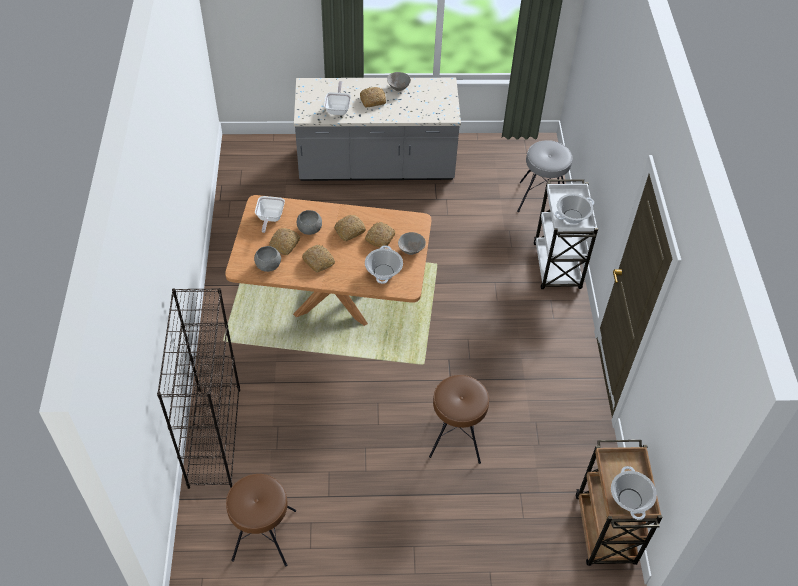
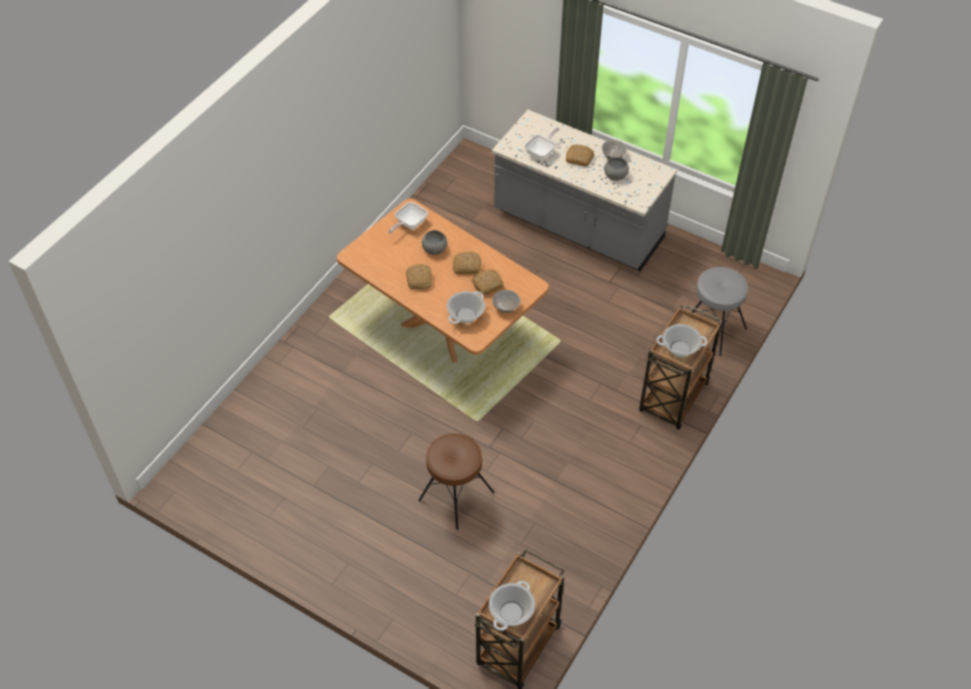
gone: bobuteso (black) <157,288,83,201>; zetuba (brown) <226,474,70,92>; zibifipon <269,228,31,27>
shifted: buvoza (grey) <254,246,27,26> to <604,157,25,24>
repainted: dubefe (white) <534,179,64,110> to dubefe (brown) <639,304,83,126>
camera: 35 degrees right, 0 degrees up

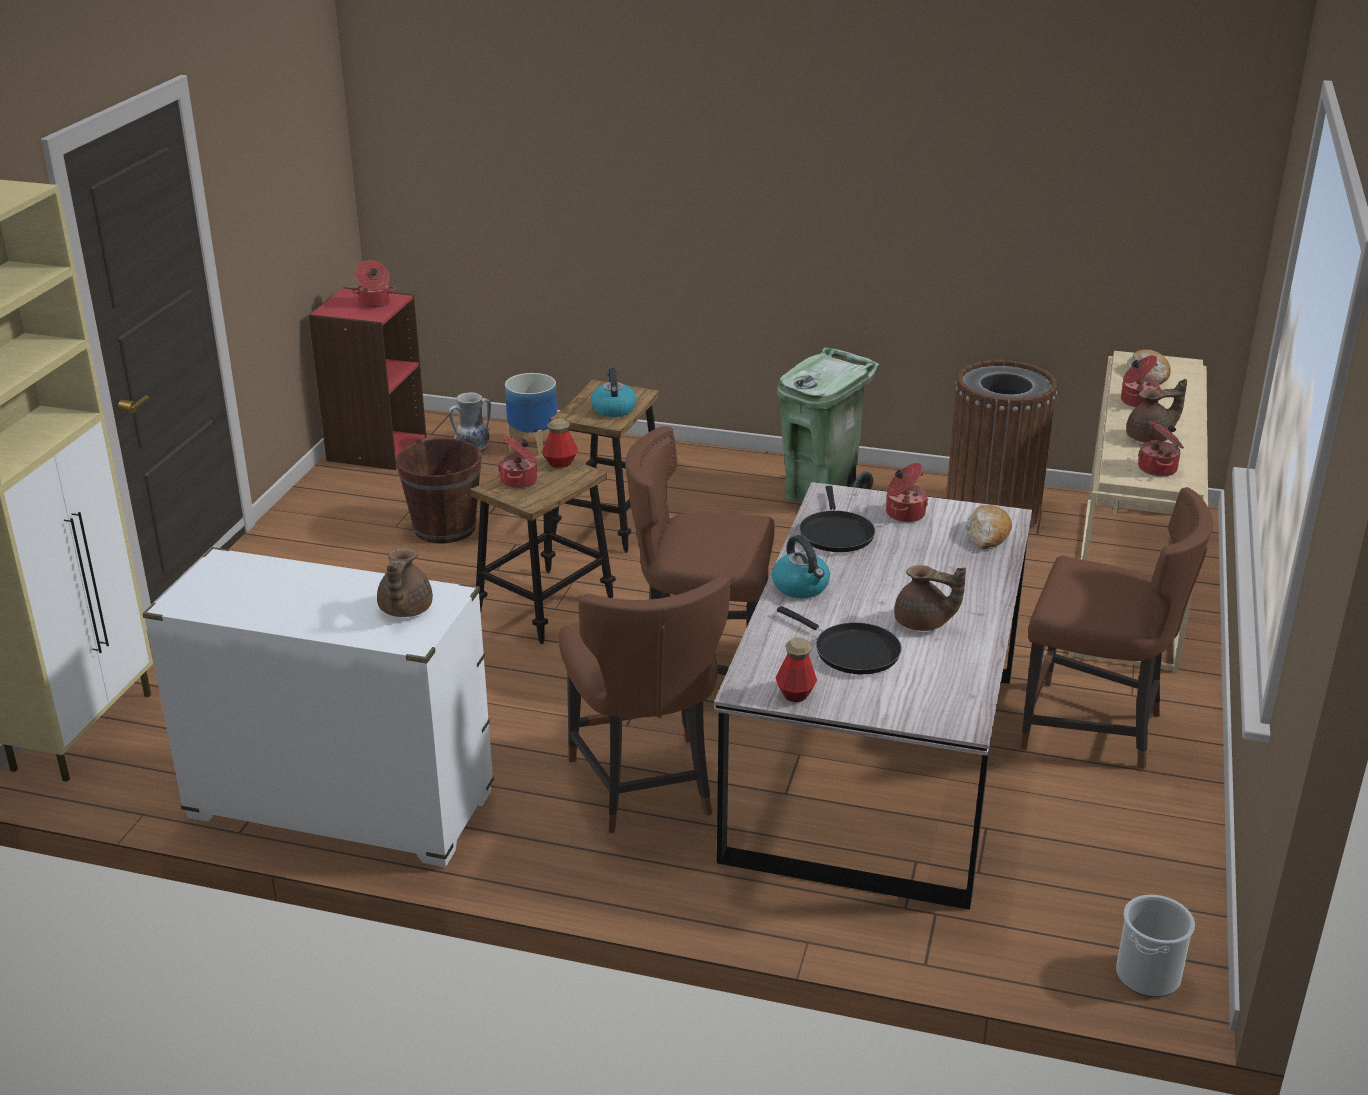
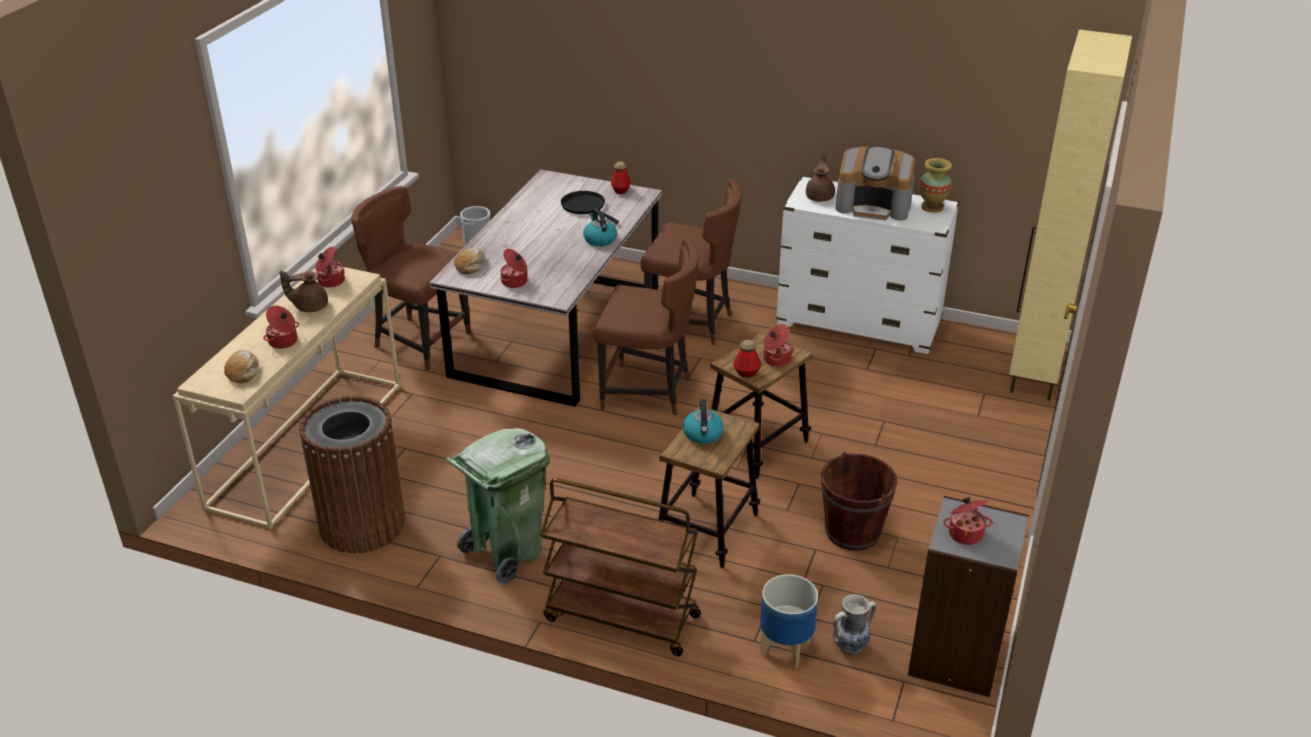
gone: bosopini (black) <799,486,76,66>; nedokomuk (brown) <894,565,72,66>
new: dubefe (brown) <540,478,161,178>; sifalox <836,146,79,75>; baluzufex <919,158,33,55>
repainted: bobuteso (red) <308,287,118,183> to bobuteso (grey) <908,496,121,201>
rotated: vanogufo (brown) <558,573,173,260> = <641,179,101,166> 120 degrees clockwise
camera: 175 degrees left, 5 degrees up

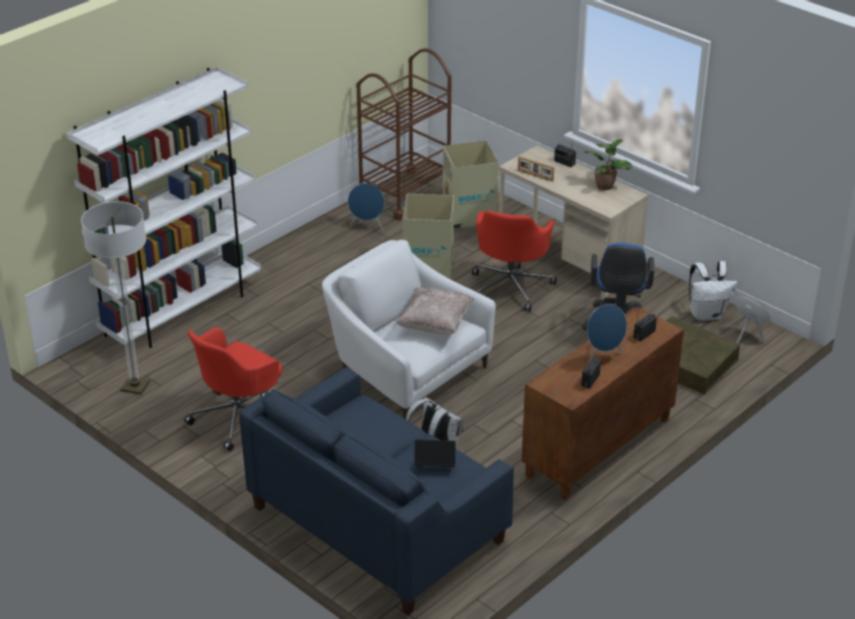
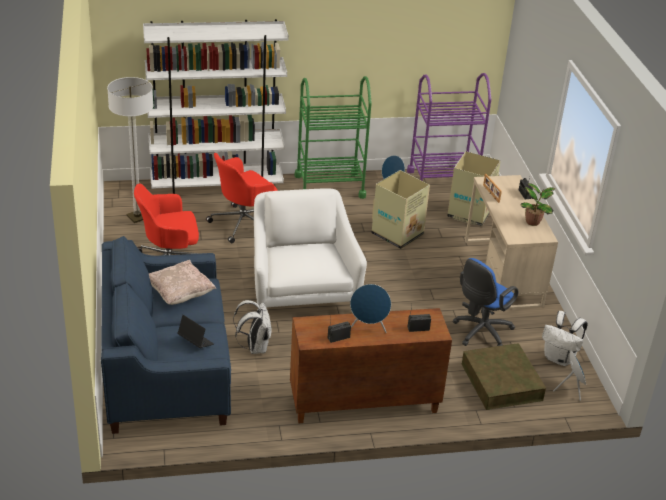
new: dubefe (green) <294,76,78,123>
shifted: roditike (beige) <397,287,78,48> to <149,260,67,45>; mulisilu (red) <472,211,85,101> to <206,153,72,91>
repainted: dubefe (brown) <357,48,95,172> to dubefe (purple) <407,73,84,108>
camera: 35 degrees right, 0 degrees up

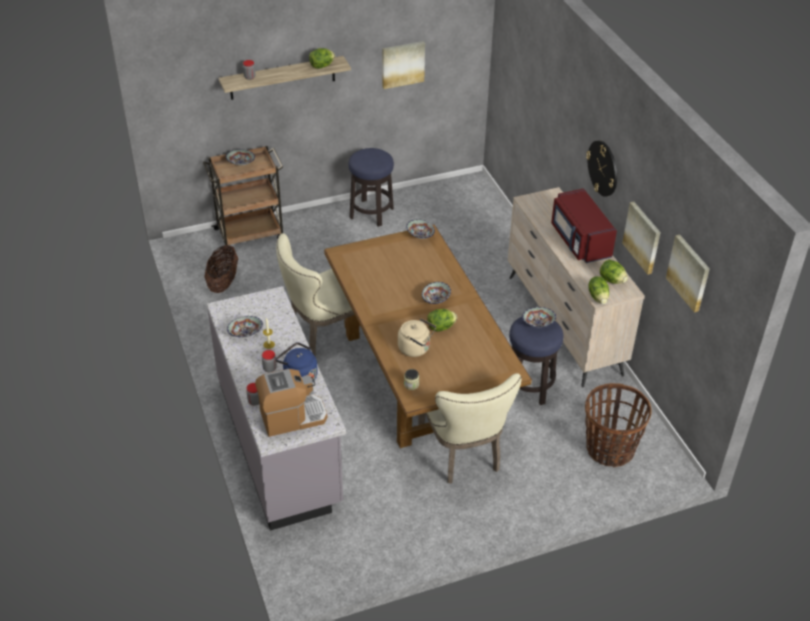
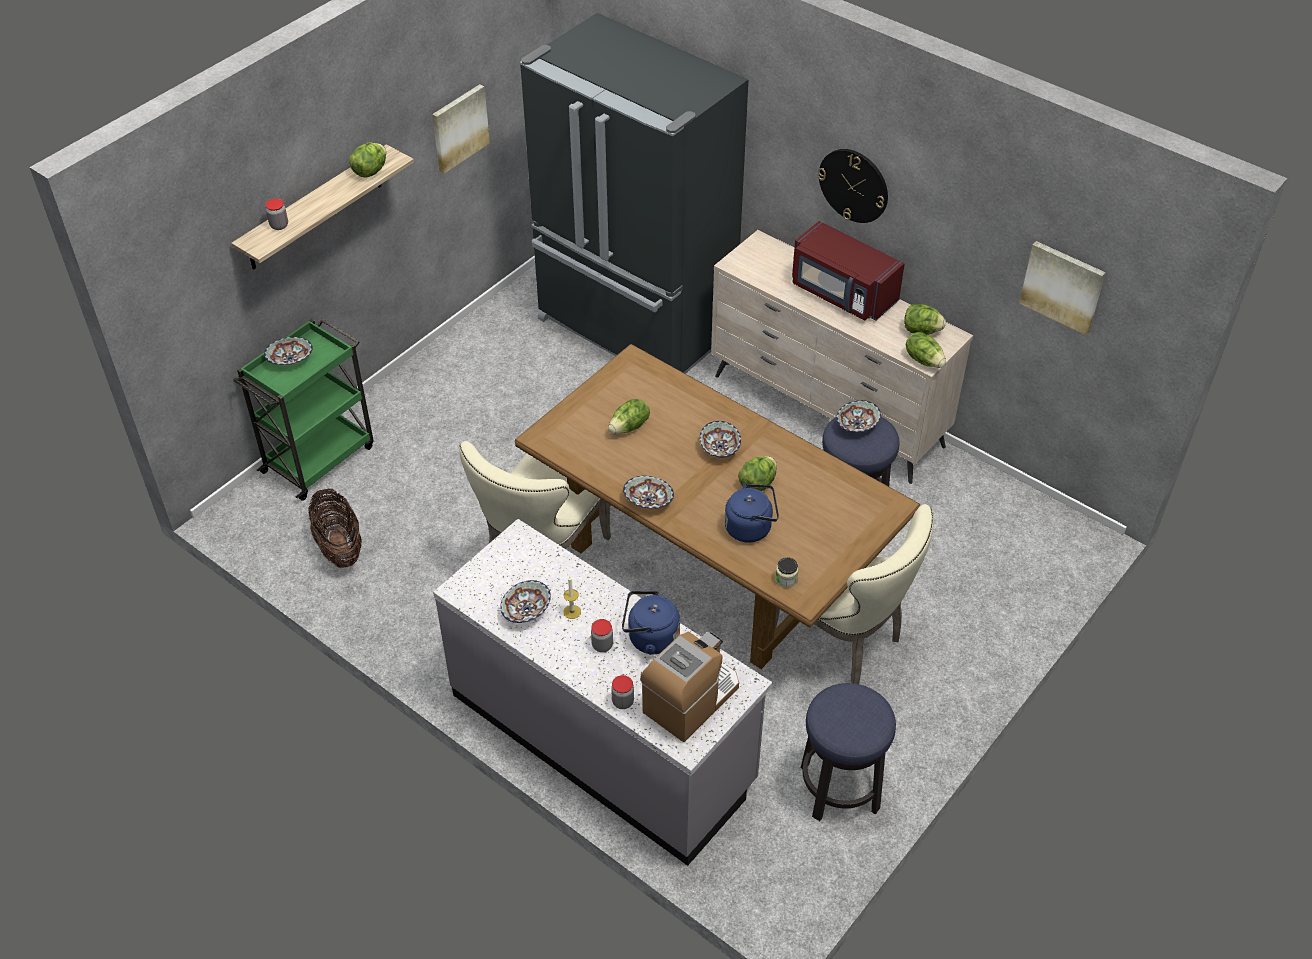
gone: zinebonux <585,383,67,84>; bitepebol <622,202,39,73>
new: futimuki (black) <520,13,229,361>; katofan <608,399,42,35>
shifted: buvoza <406,219,29,20> to <623,476,51,33>; zetuba <349,148,45,79> to <801,683,95,138>
repainted: dubefe (brown) <203,146,80,104> to dubefe (green) <233,318,140,183>; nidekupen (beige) <398,318,38,39> to nidekupen (blue) <724,483,55,59>
camera: 30 degrees left, 5 degrees up

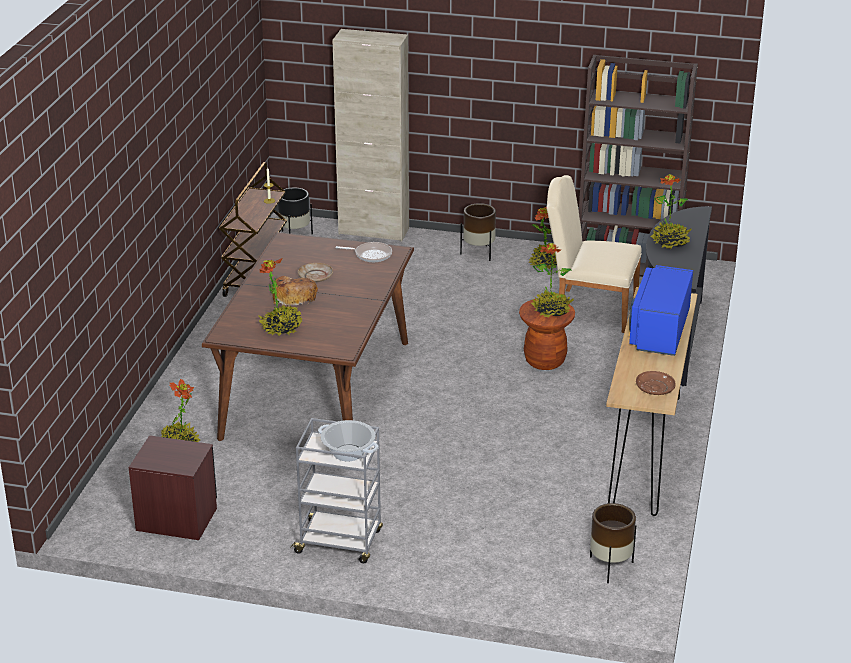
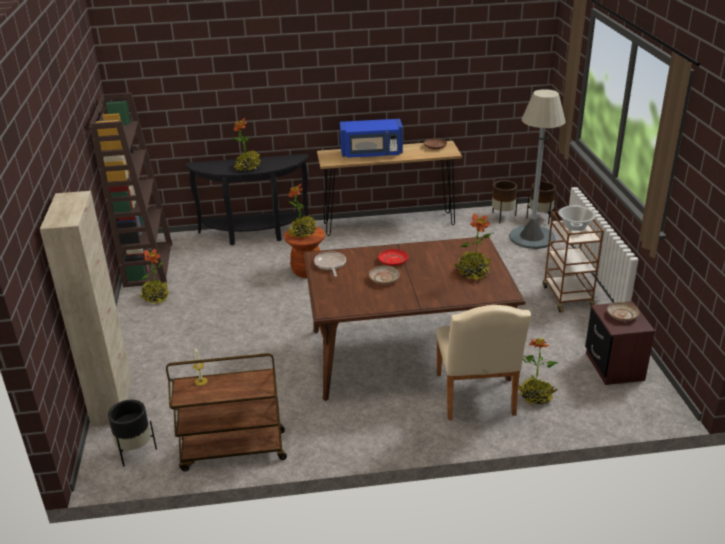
gone: zibifipon <272,276,46,31>
new: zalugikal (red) <378,249,30,17>; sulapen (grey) <509,89,57,160>; zalugikal (beige) <607,302,32,19>
shifted: vanogufo (beige) <546,175,96,158> to <436,305,95,115>; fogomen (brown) <460,203,36,58> to <527,181,29,43>
repainted: dubefe (grey) <290,418,93,145> to dubefe (brown) <543,211,61,101>
camera: 110 degrees left, 0 degrees up

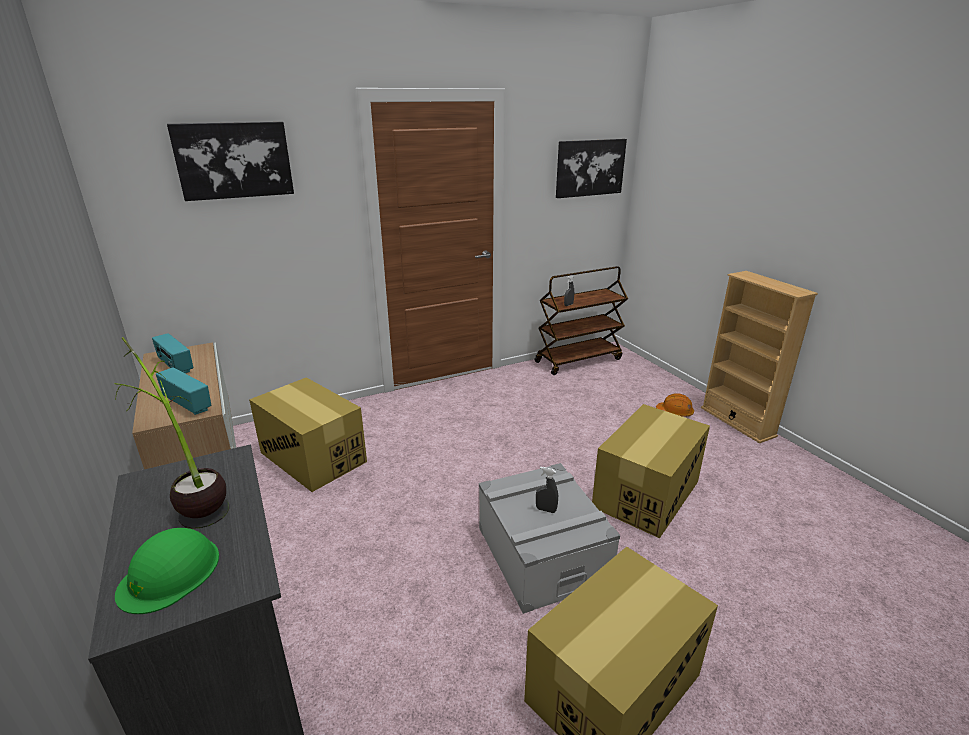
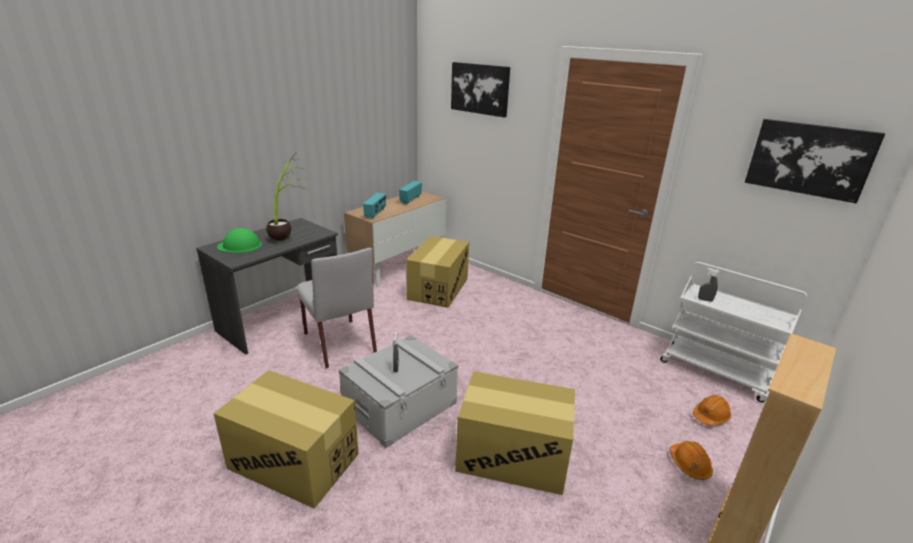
new: vanogufo (grey) <296,248,81,120>; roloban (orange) <693,395,38,31>
repainted: dubefe (brown) <534,266,94,109> to dubefe (white) <660,262,147,140>
camera: 65 degrees right, 0 degrees up

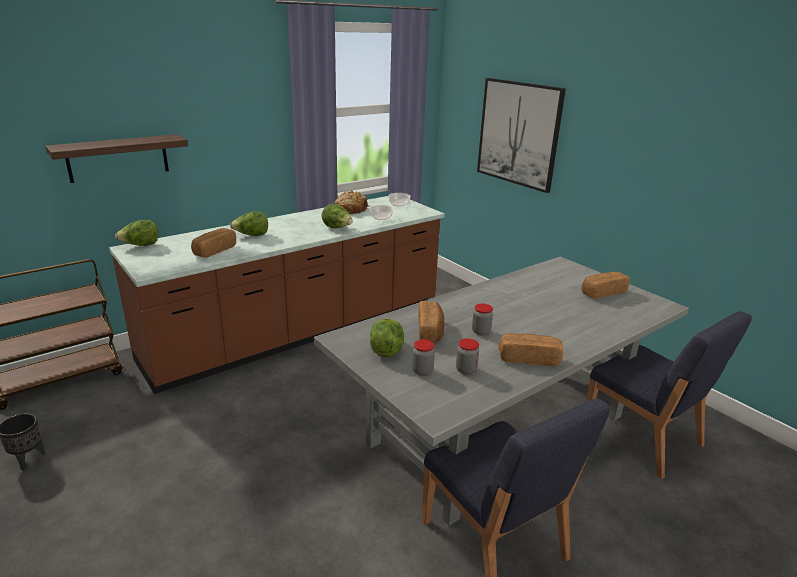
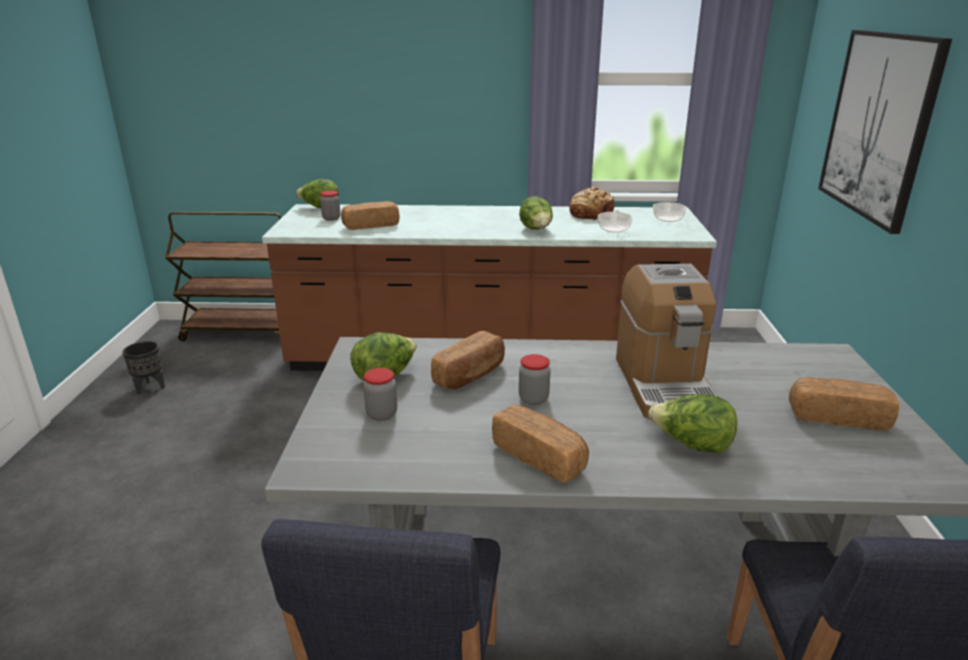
gone: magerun <45,134,143,49>
new: sifalox <616,264,102,155>
shifted: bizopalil <456,339,23,36> to <320,191,21,30>; katofan <230,211,38,25> to <648,395,89,59>
camera: 40 degrees right, 0 degrees up

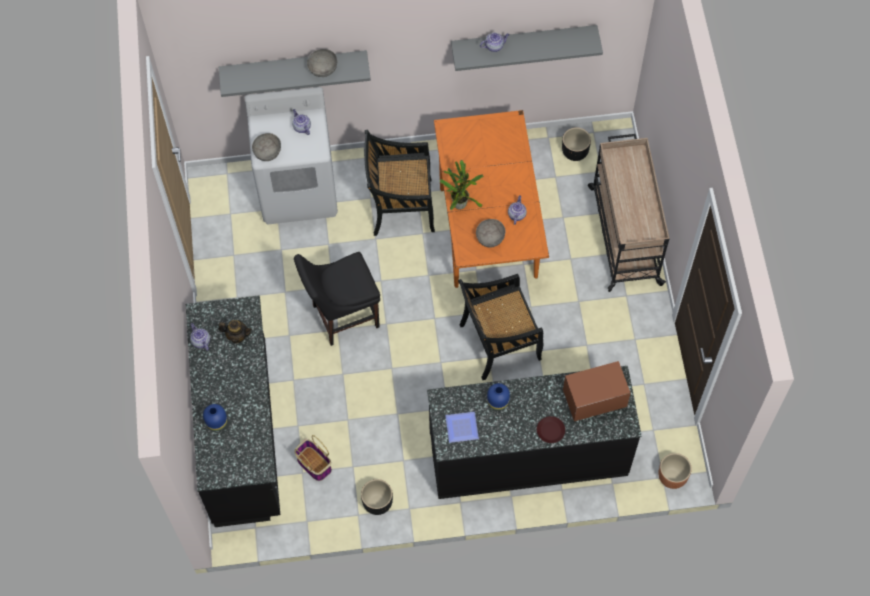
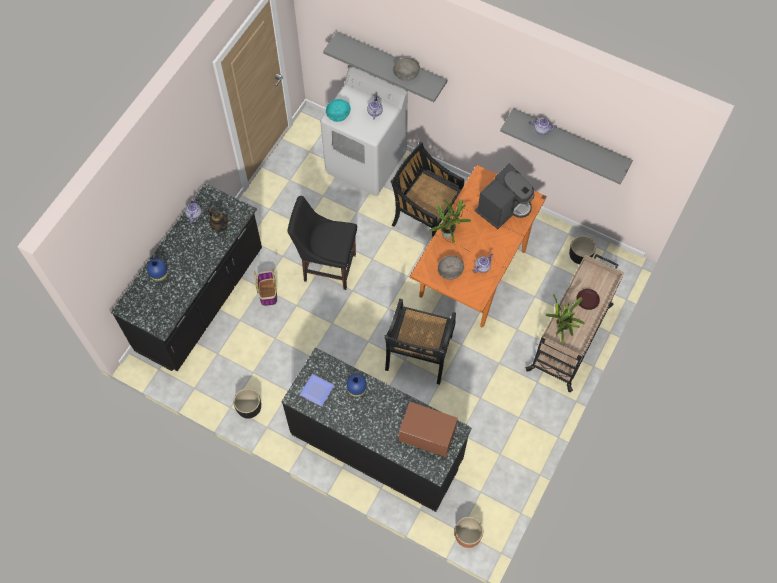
new: sifalox <475,163,60,66>; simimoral <545,294,40,51>
shifted: zinebonux <294,435,38,46> to <254,269,23,37>; zalugikal (brown) <537,416,28,27> to <576,289,24,21>
repainted: buvoza (grey) <252,133,29,28> to buvoza (turquoise) <326,99,25,23>
rotated: vanogufo (black) <458,274,85,106> = <384,299,72,86> 90 degrees counterclockwise
camera: 35 degrees right, 0 degrees up

